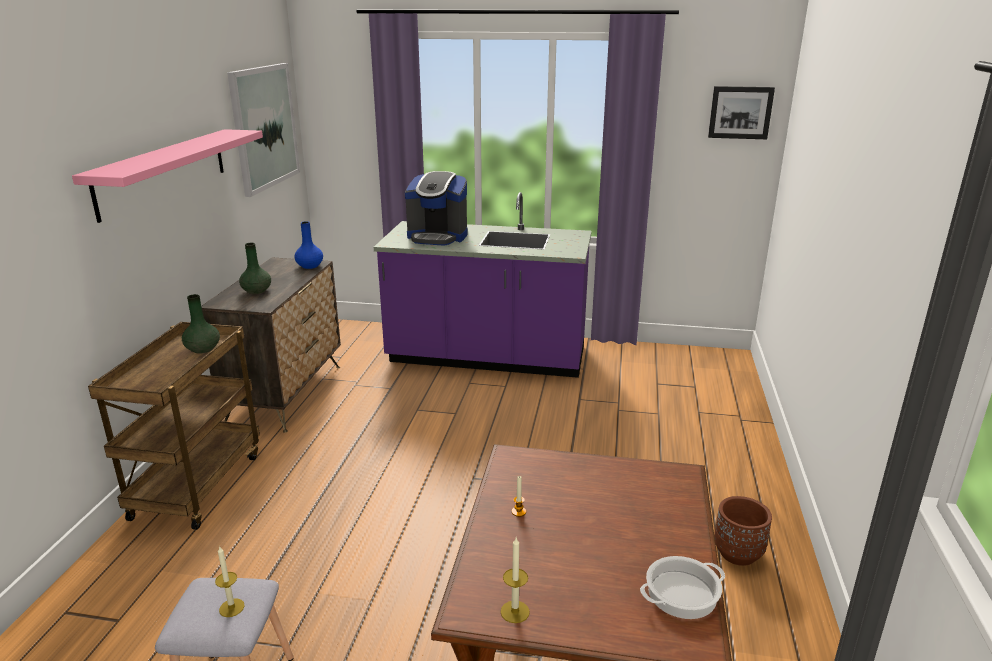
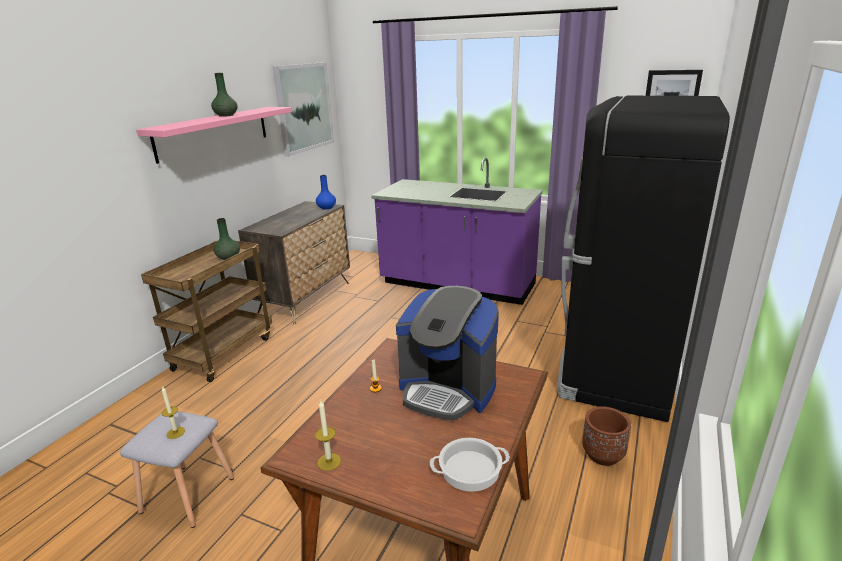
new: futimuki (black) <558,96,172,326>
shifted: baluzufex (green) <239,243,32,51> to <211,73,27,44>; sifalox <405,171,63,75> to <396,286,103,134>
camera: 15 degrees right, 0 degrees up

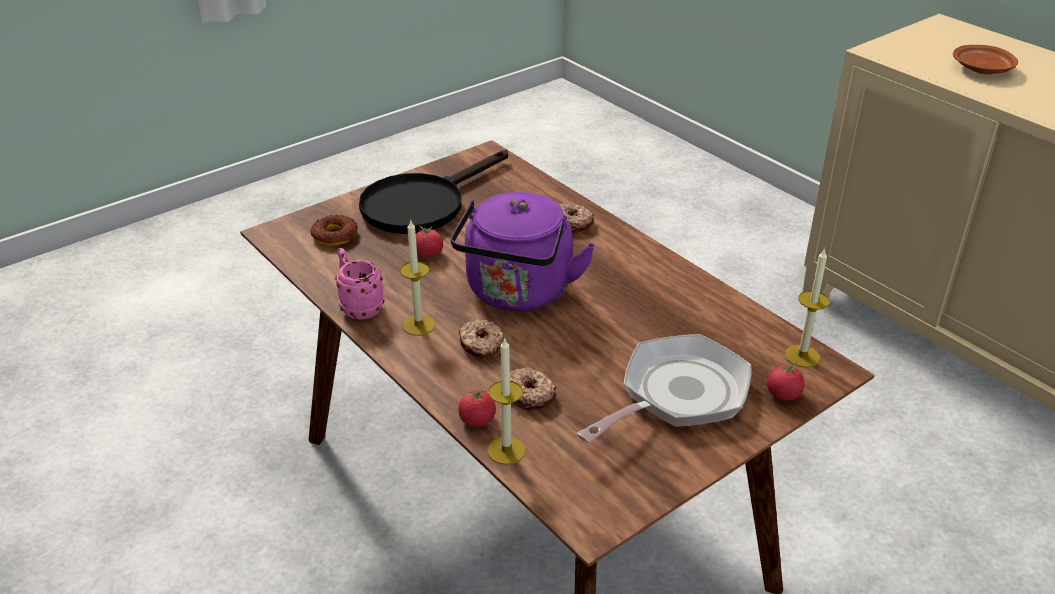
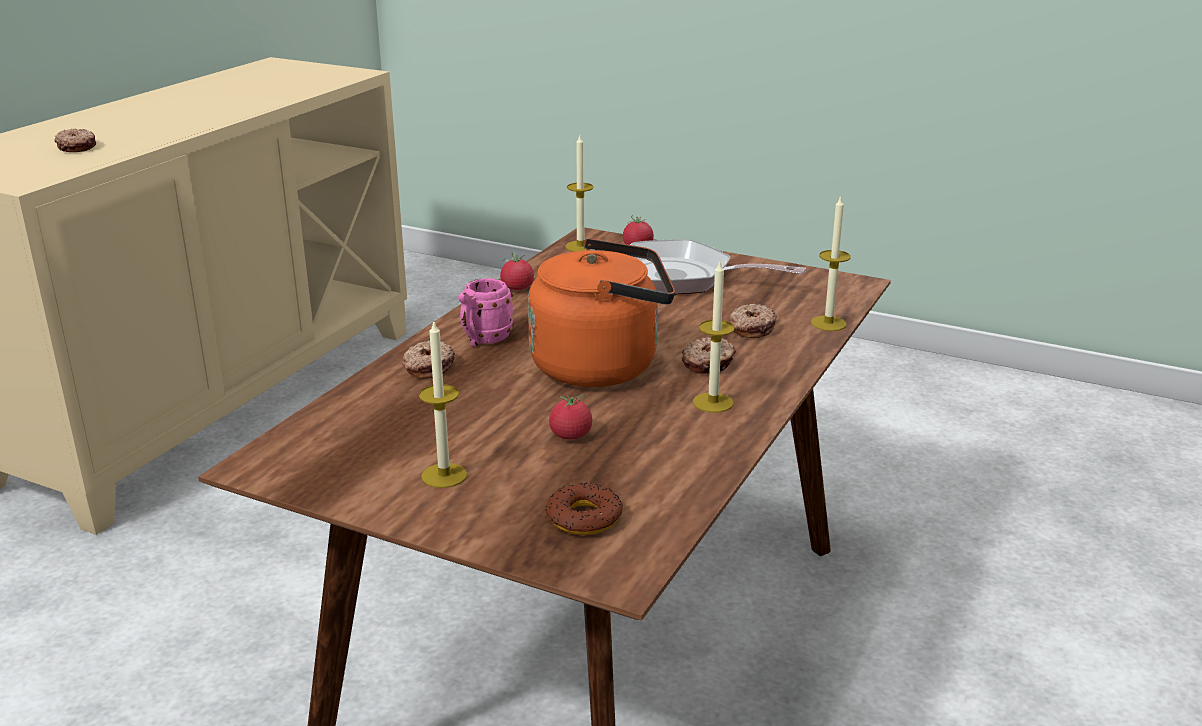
shifted: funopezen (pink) <335,248,49,72> to <458,278,56,69>; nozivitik <458,384,38,43> to <500,253,34,37>
swapped: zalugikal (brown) <953,45,65,30> to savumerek <54,128,42,24>; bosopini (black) <359,150,149,84> to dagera <419,322,48,166>
repainted: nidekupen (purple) <450,192,145,119> to nidekupen (orange) <528,238,147,149>
camera: 115 degrees left, 10 degrees down

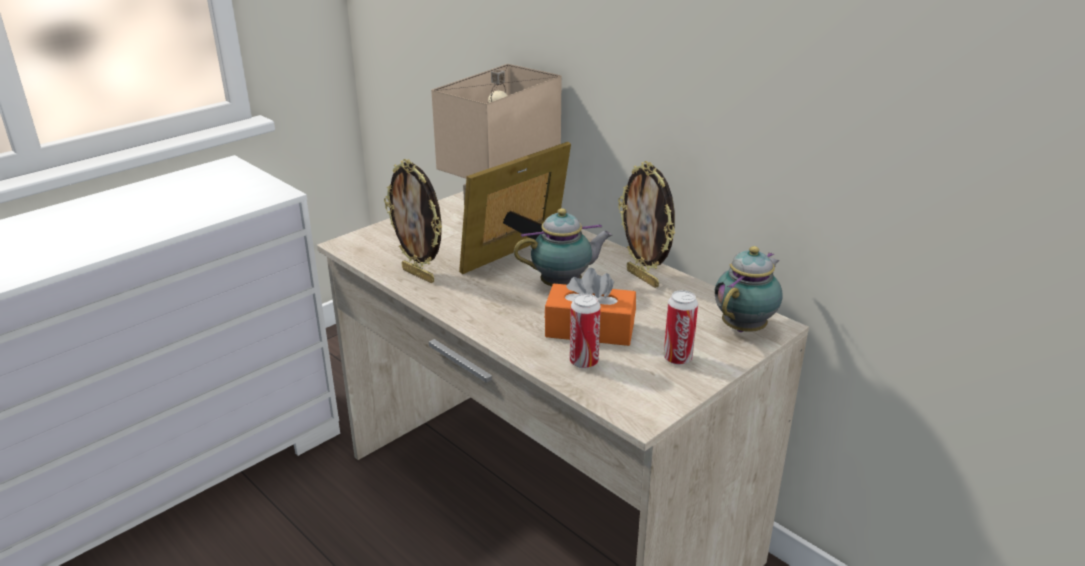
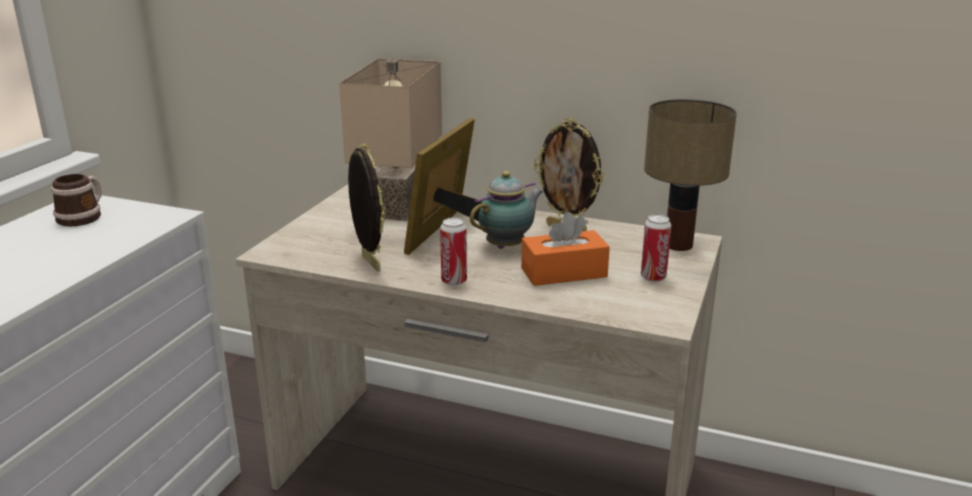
new: funopezen <51,174,51,53>
shifted: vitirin <570,293,31,76> to <440,218,27,68>
swapped: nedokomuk <715,246,68,86> to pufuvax <644,99,93,152>
rotated: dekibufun <384,159,58,124> = <348,143,37,128> 135 degrees counterclockwise
camera: 25 degrees left, 5 degrees down

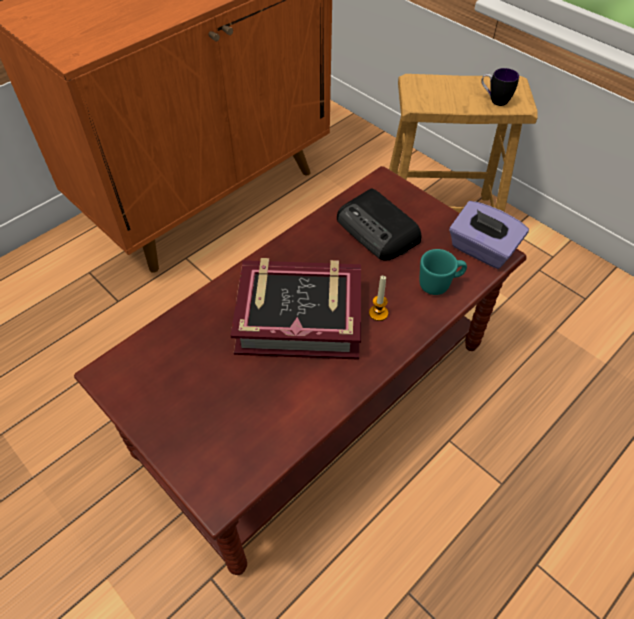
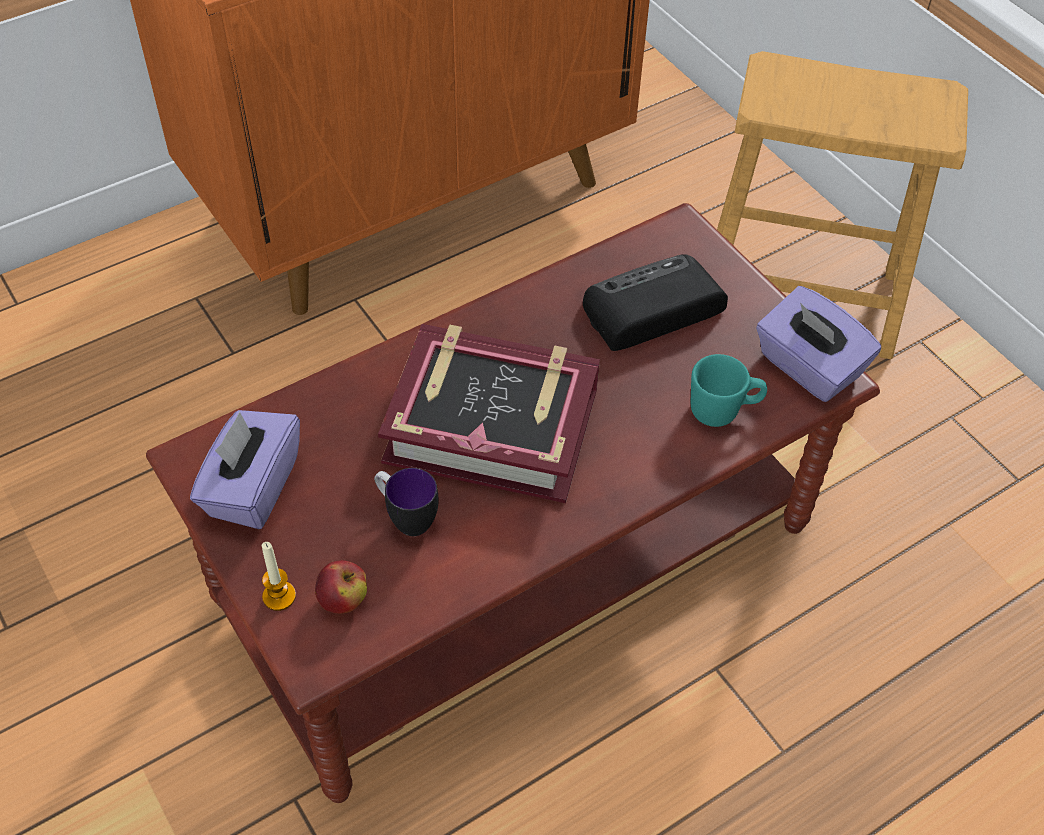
new: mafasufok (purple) <190,410,110,119>; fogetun <315,560,52,54>
shifted: dagera <369,275,19,46> to <262,542,34,69>; funopezen <481,68,38,38> to <374,468,65,68>
rotated: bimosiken <337,189,84,72> = <583,254,145,97> 90 degrees clockwise
camera: 10 degrees right, 0 degrees up

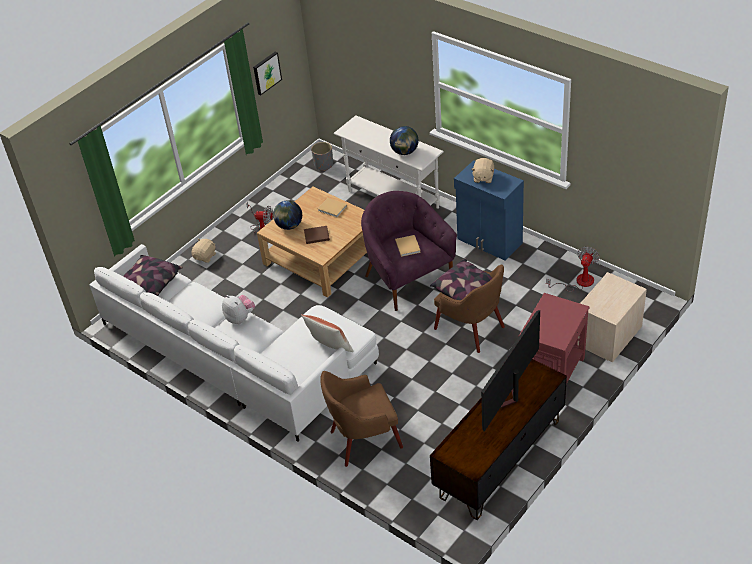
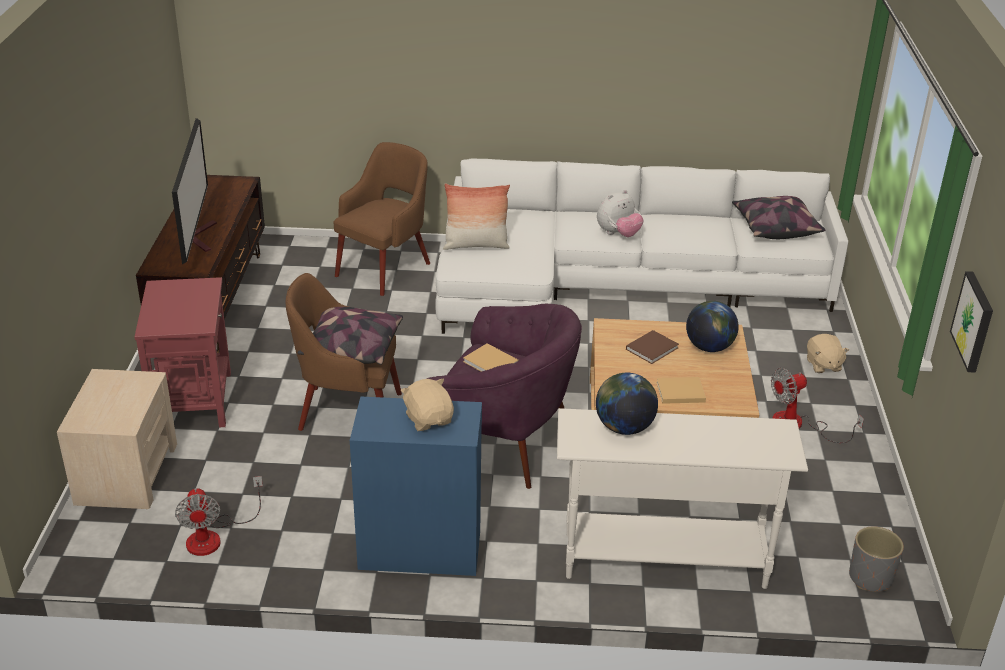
rotated: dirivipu <222,295,33,29> = <597,190,47,47> 45 degrees counterclockwise
camera: 140 degrees right, 10 degrees down

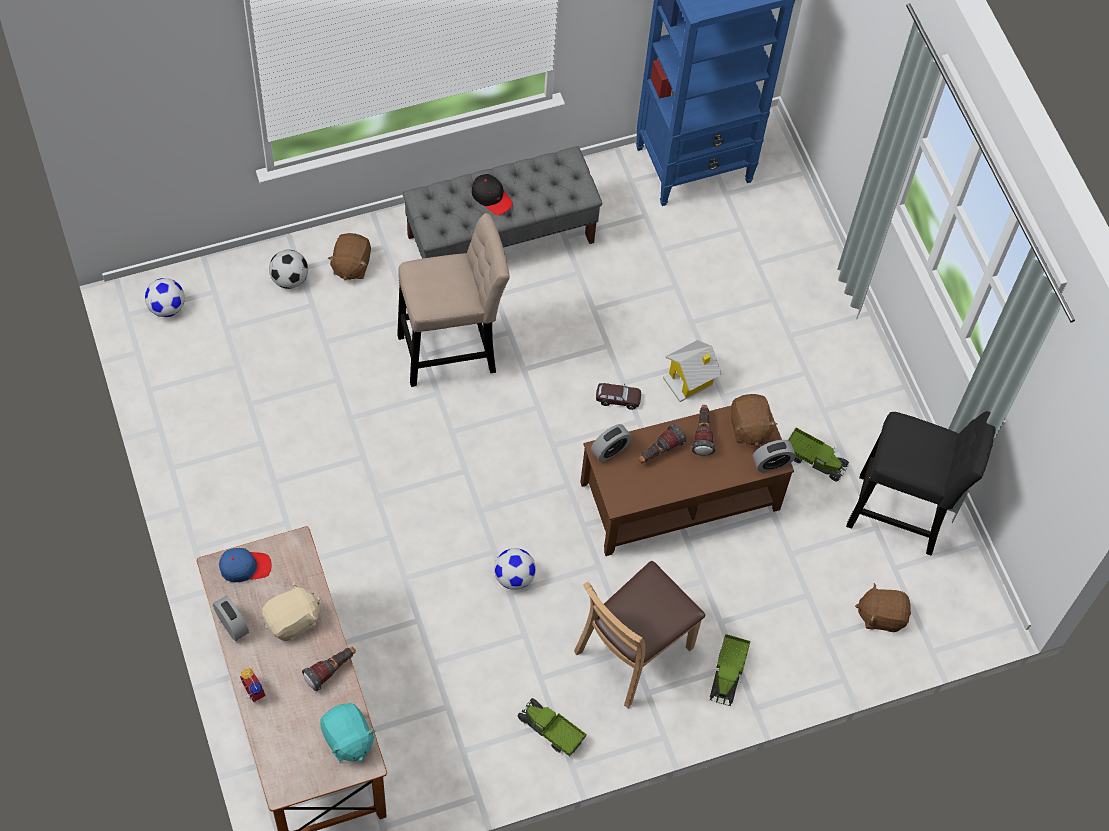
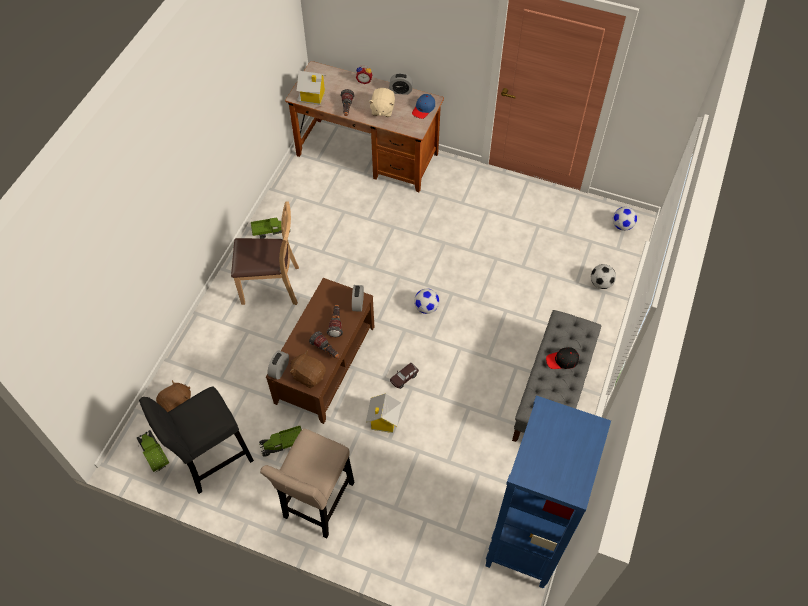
gone: dirivipu (brown) <328,233,43,47>
shifted: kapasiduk <710,634,41,72> to <137,430,32,42>; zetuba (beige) <397,213,113,174> to <260,429,94,110>; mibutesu <494,548,42,42> to <414,289,25,25>
swapped: dirivipu (turquoise) <320,703,55,59> to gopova <297,71,29,34>
rotated: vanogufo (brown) <574,561,131,147> = <231,201,68,104> 90 degrees clockwise
camera: 135 degrees right, 5 degrees down

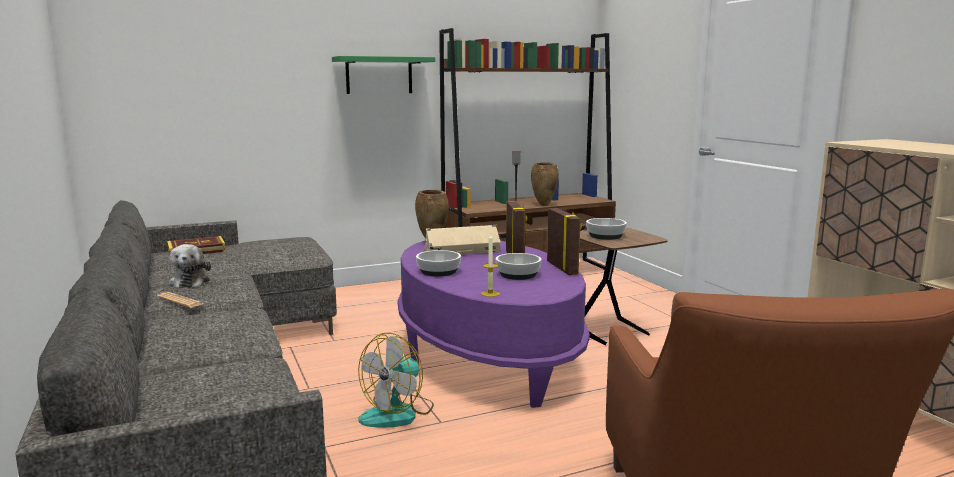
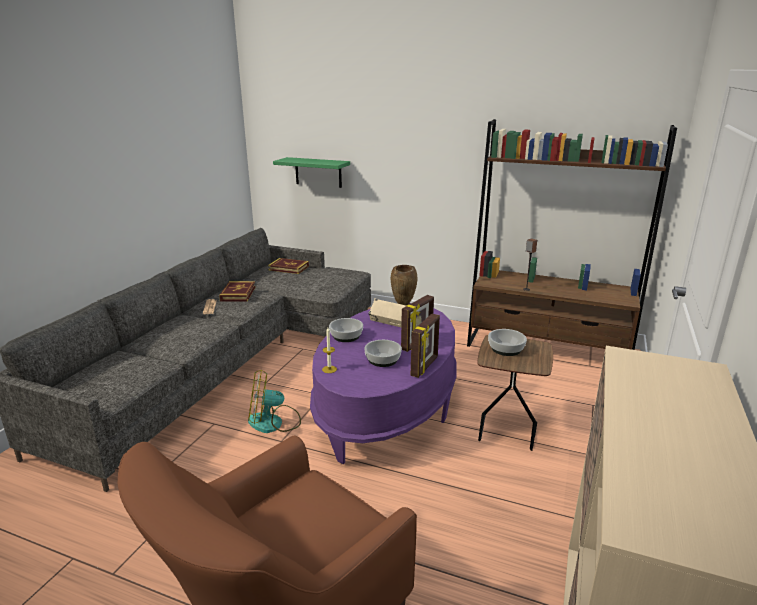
gone: baluzufex (brown) <531,162,28,44>
shifted: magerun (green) <332,56,103,38> to <273,157,77,31>
swapped: dirivipu <169,244,42,44> to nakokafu <219,281,36,21>
camera: 45 degrees right, 10 degrees up

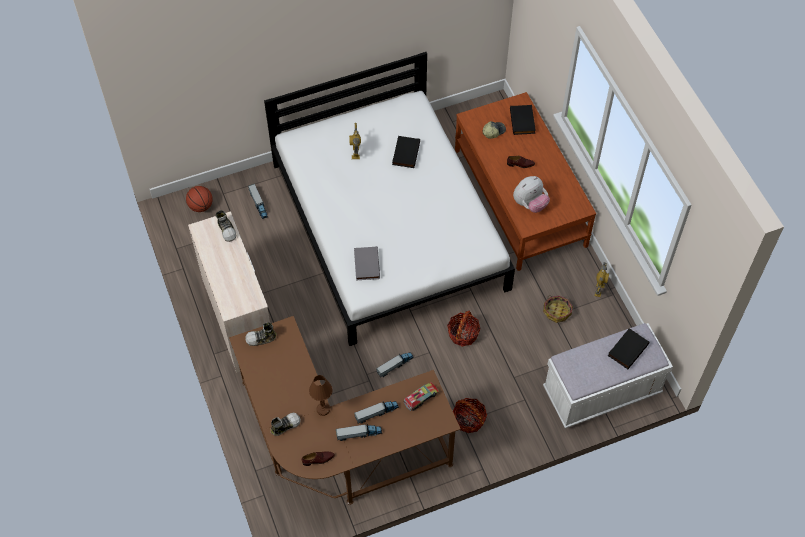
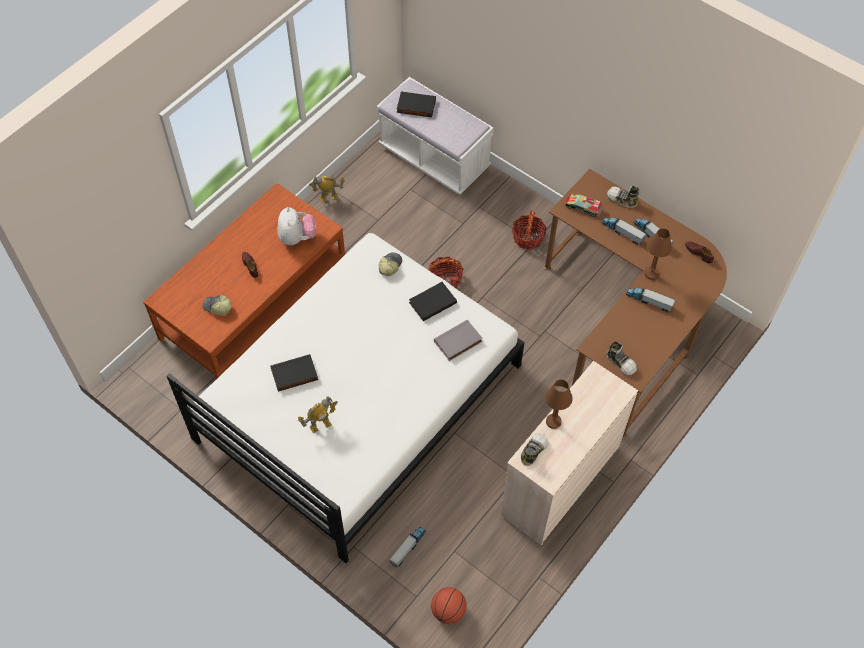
gone: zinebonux <543,295,30,28>
new: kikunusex <379,252,23,24>; pufuvax (brown) <545,380,28,49>
shifted: nakokafu (black) <510,105,26,30> to <409,282,48,39>; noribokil <271,413,30,23> to <607,186,32,22>; kapasiduk <376,352,38,25> to <626,287,50,25>
rotated: dirivipu <513,176,37,37> = <278,207,38,38> 60 degrees clockwise
camera: 120 degrees left, 0 degrees up

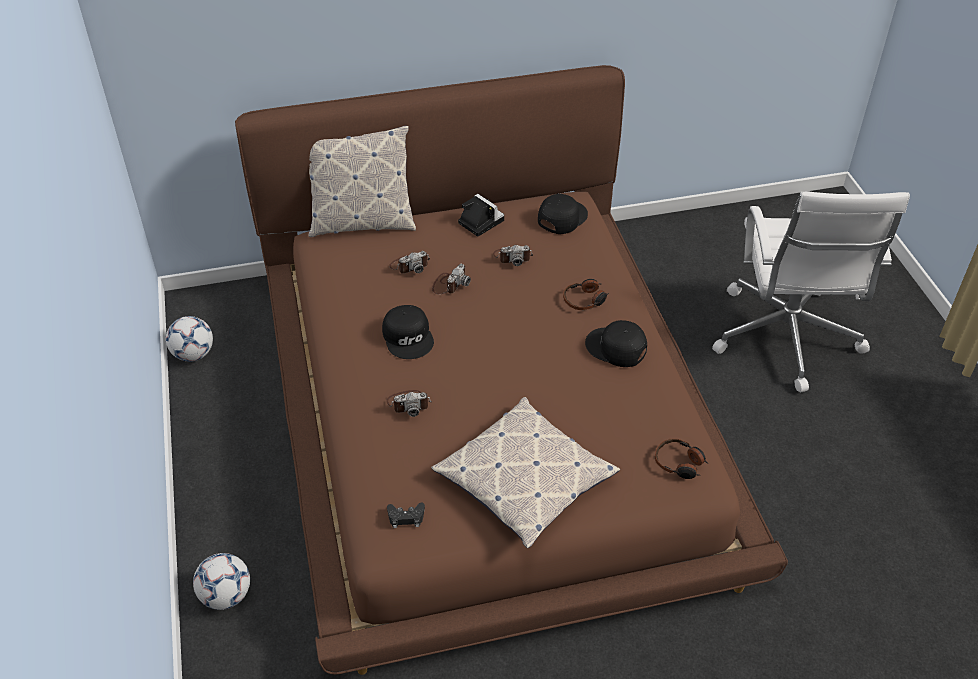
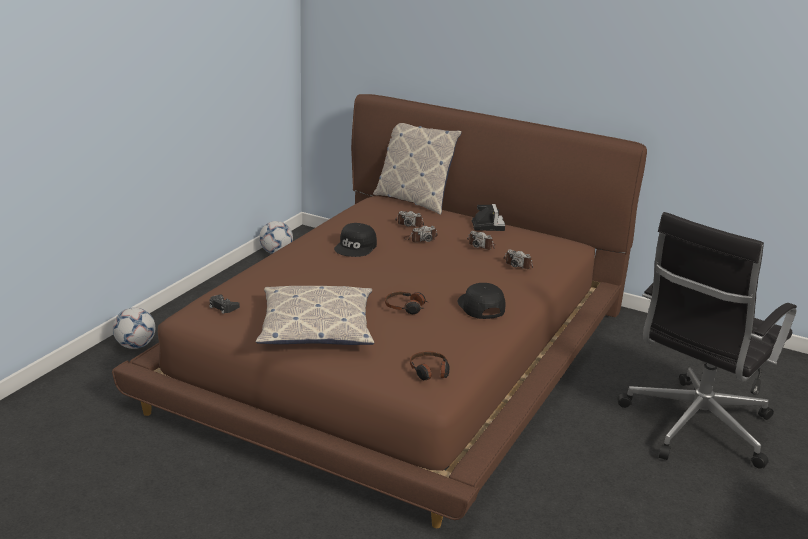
gone: kikunusex (black) <538,194,50,40>
shifted: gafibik <563,279,46,31> to <385,292,43,22>; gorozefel <386,390,46,27> to <503,249,30,20>
repainted: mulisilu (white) <712,192,198,201> to mulisilu (black) <617,212,180,257>
camera: 40 degrees right, 20 degrees down

